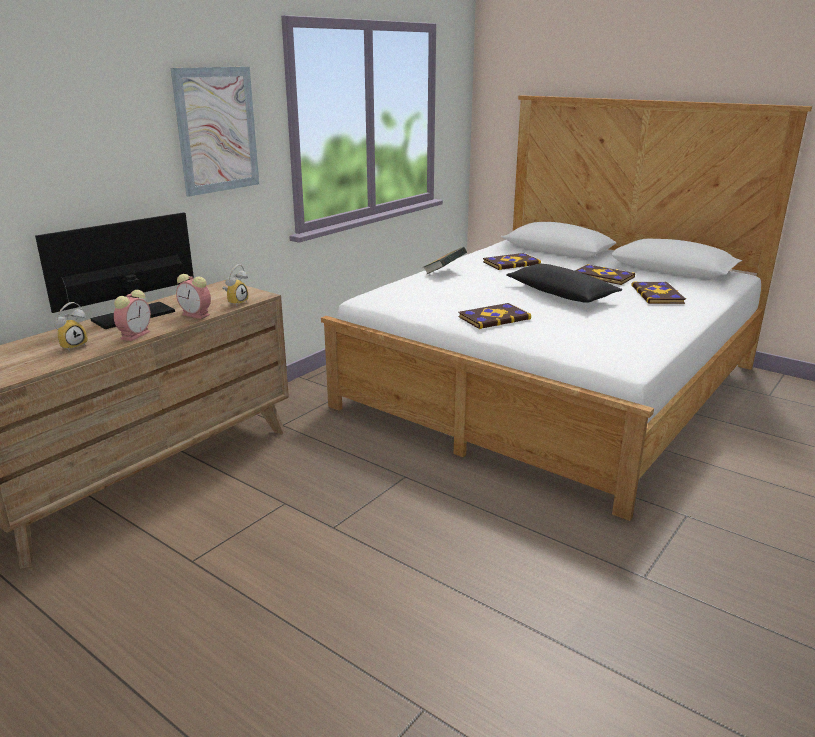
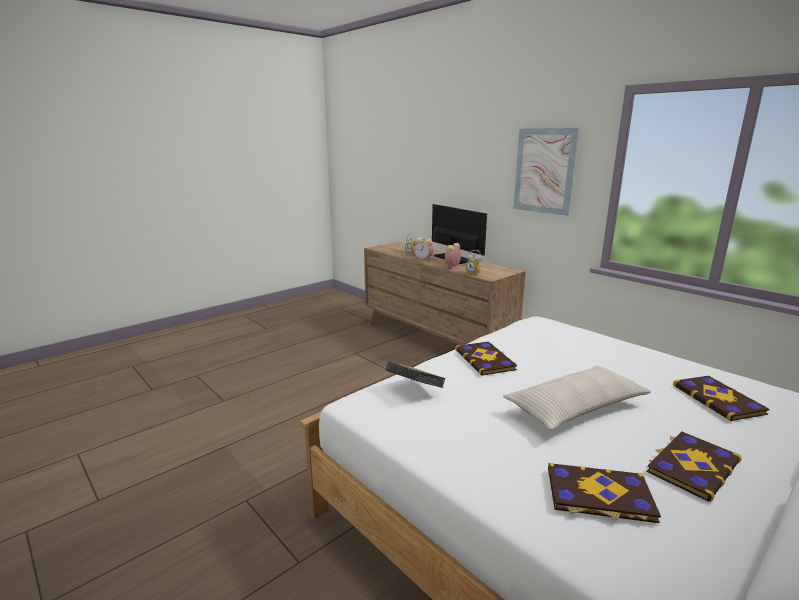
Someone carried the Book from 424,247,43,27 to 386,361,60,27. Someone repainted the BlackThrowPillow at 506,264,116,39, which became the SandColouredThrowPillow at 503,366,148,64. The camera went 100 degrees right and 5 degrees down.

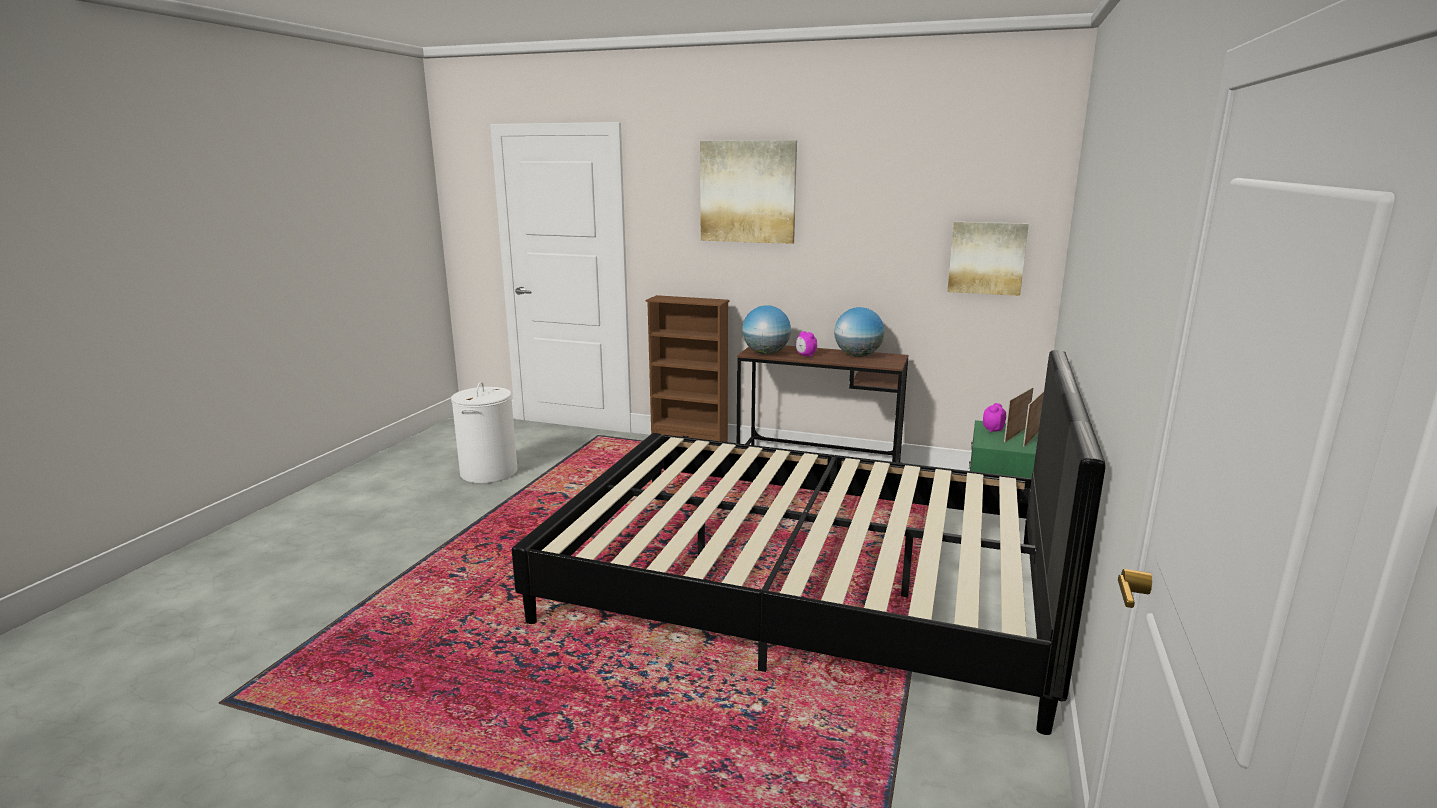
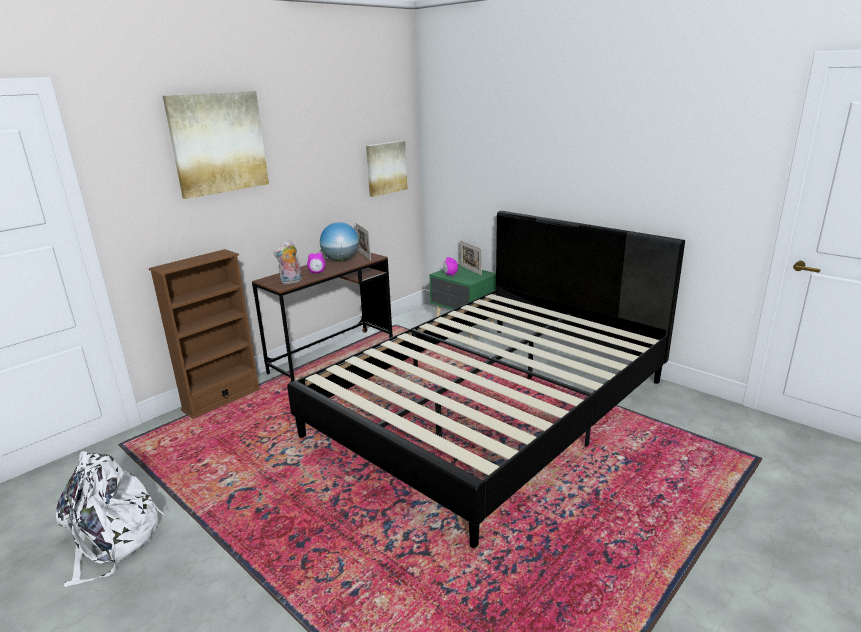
Someone swapped the WorldGlobe at 742,305,49,49 for the SoftToy at 273,240,29,45. Someone swapped the WhitishWashingBasket at 451,382,67,101 for the WhitishKnapsack at 56,451,108,136. Someone carried the StandingFrame from 1004,387,30,55 to 356,223,15,37. The camera went 65 degrees left and 5 degrees up.

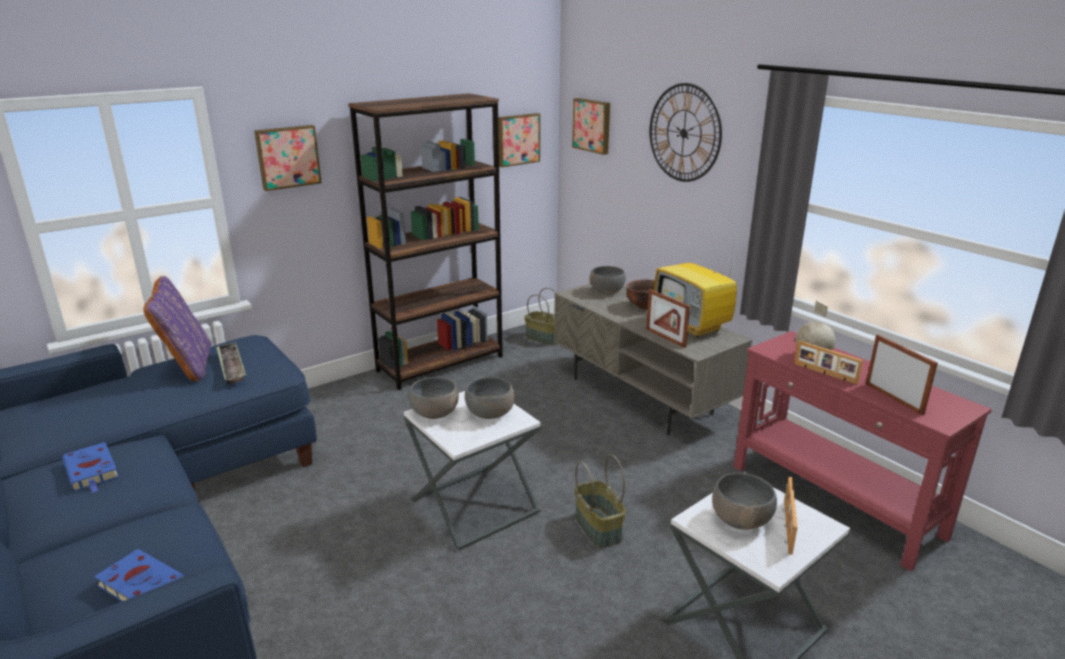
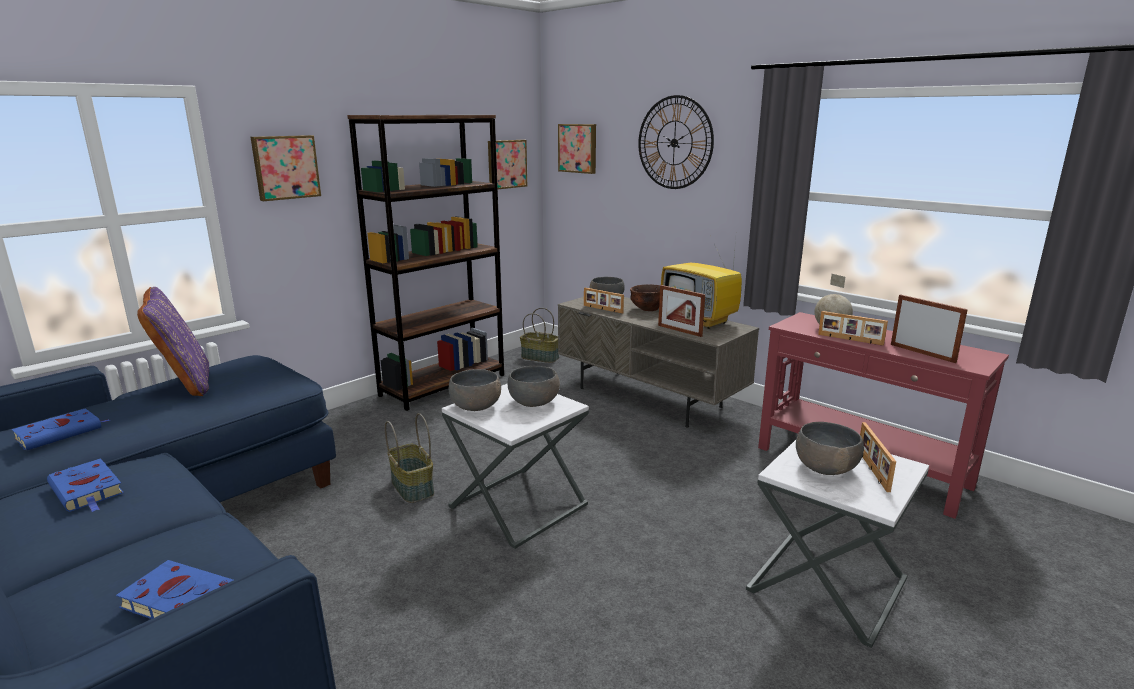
Someone took away the CarryingTray at 216,342,30,42. Someone carried the Basket from 575,454,51,94 to 385,413,49,90. Someone put down the StandingFrame at 584,288,40,26. Someone put down the BlueColouredBook at 12,408,99,43. The camera went 10 degrees left and 5 degrees down.

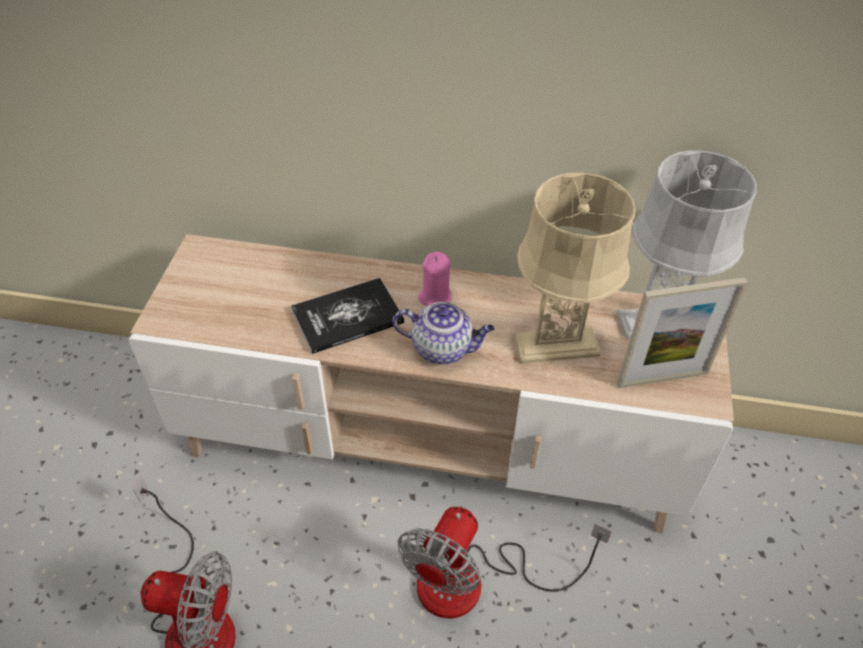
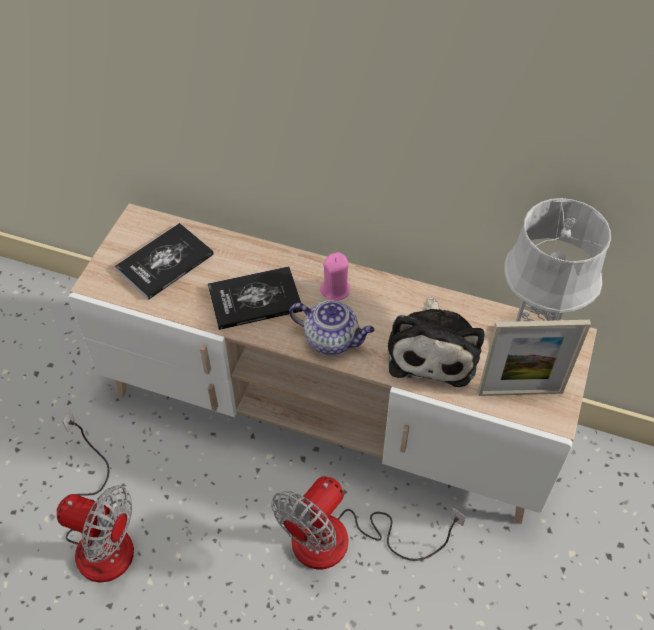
Someone swapped the SandColouredTabletopLamp at 514,172,122,191 for the SoftToy at 388,298,97,89. Someone put down the Book at 115,223,99,77. The camera went 10 degrees right and 5 degrees up.

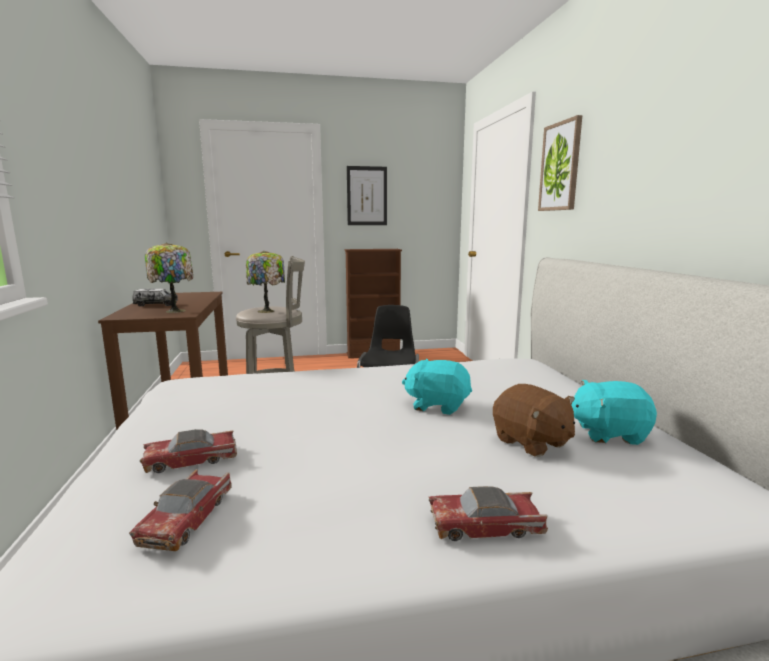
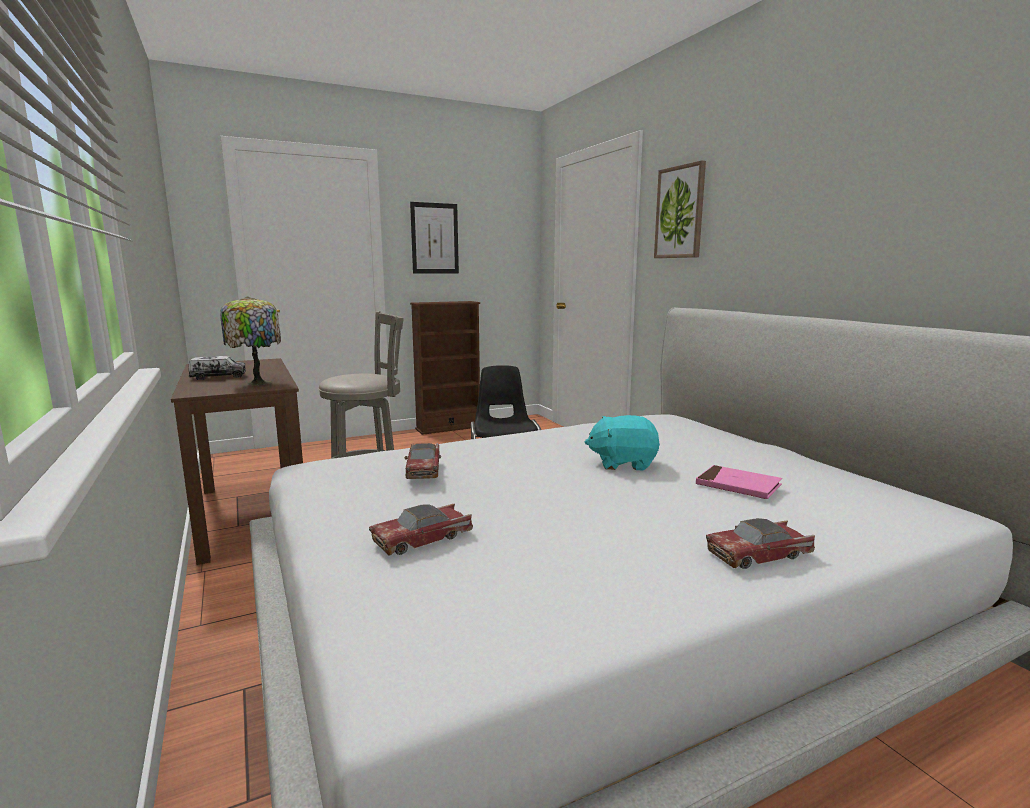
Someone took away the TabletopLamp at 246,250,39,63. Someone took away the TurquoiseSoftToy at 571,380,86,65. Someone swapped the BrownishSoftToy at 493,384,82,73 for the PinkishBook at 696,465,86,34. Someone carried the MiniatureCar from 129,469,102,82 to 404,443,37,36. The camera went 15 degrees left and 0 degrees up.

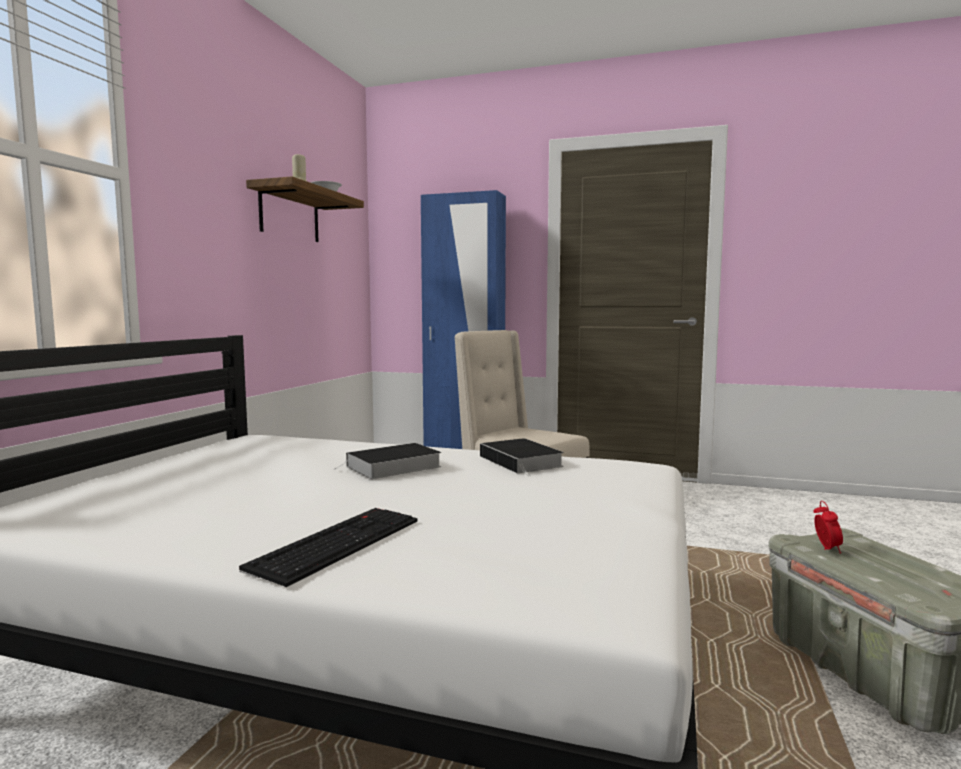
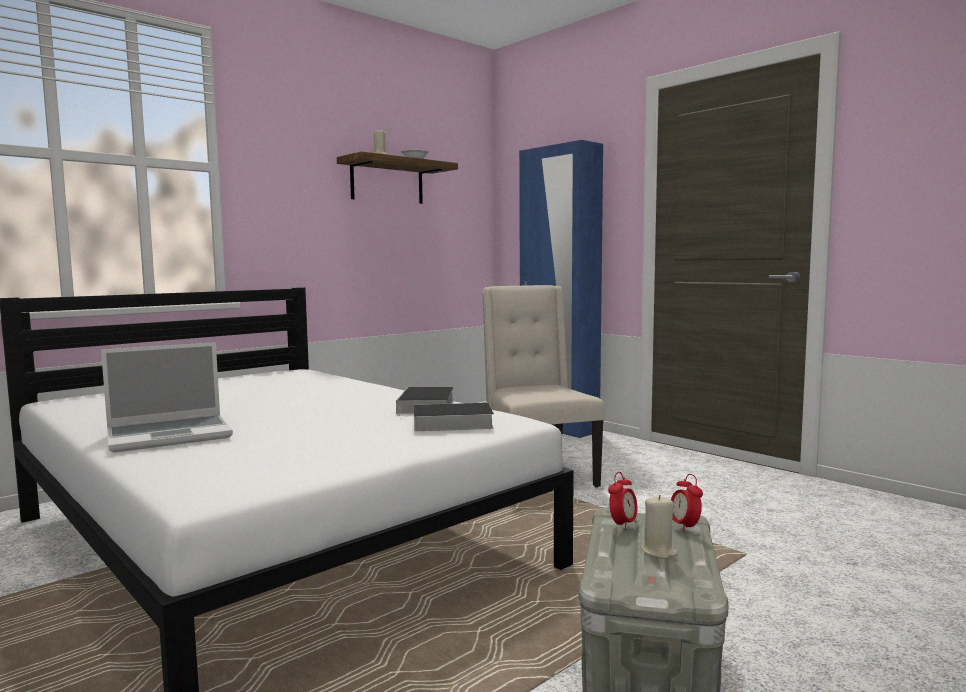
Someone carried the Book from 334,443,108,36 to 399,403,95,28. Someone swapped the ComputerKeyboard at 239,508,178,79 for the PortableComputer at 101,342,132,111. Someone put down the AlarmClock at 671,474,32,58. Someone put down the SandColouredWaxLight at 641,495,37,64. The camera went 30 degrees right and 0 degrees up.

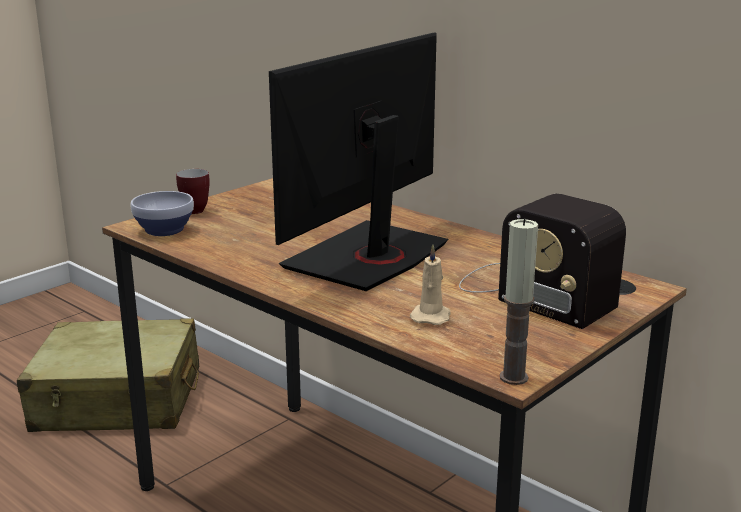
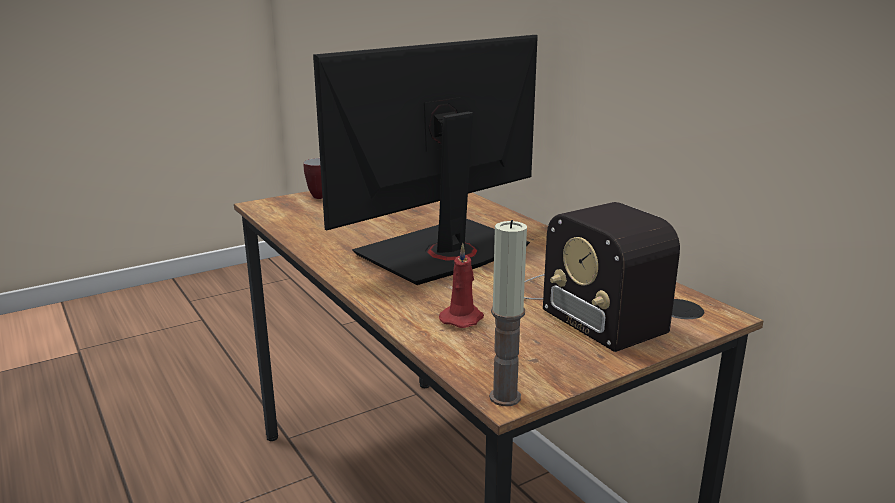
Someone took away the DeepDish at 131,191,63,45. Someone repainted the SandColouredWaxLight at 410,245,41,80, which became the ReddishWaxLight at 439,243,45,85. Someone took away the SandColouredPieceOfLuggage at 17,318,182,114. The camera went 15 degrees right and 0 degrees up.

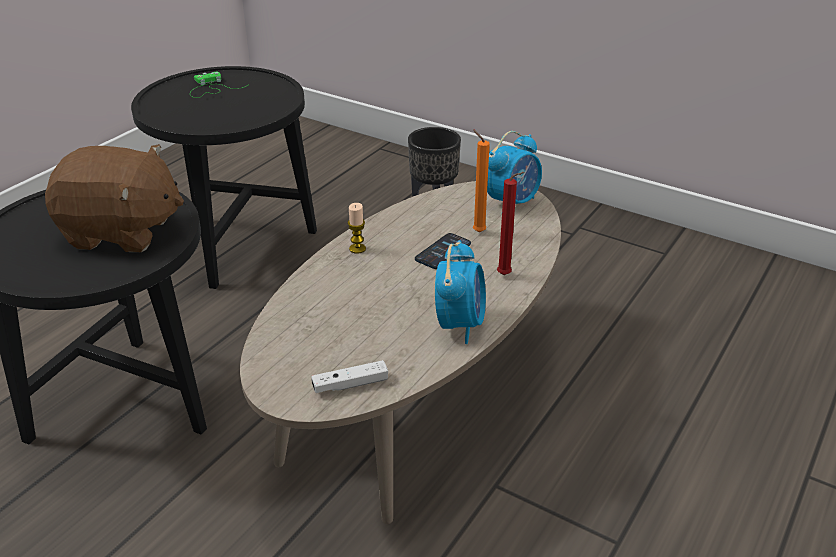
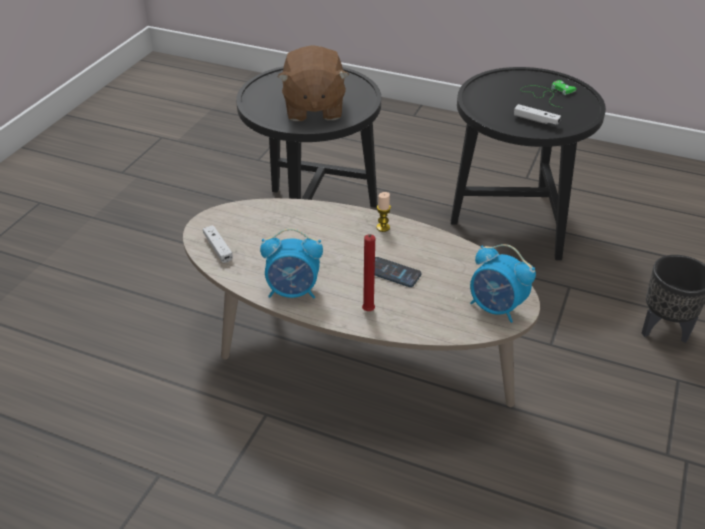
Someone took away the OrangeyWaxLight at 473,129,17,103. Someone put down the WhitishGamepad at 514,104,47,21. The camera went 80 degrees right and 5 degrees up.

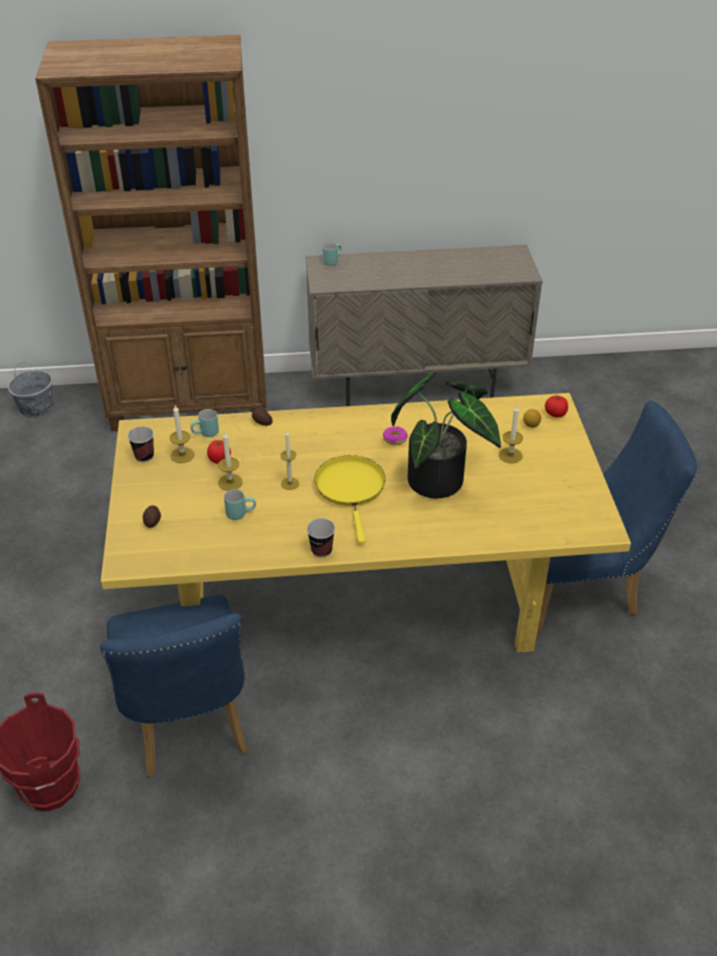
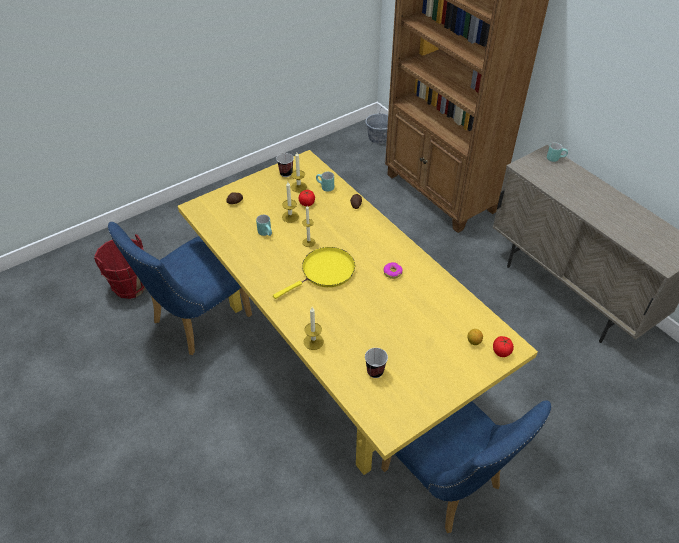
Someone took away the PottedPlant at 391,373,110,125. Someone carried the WaxLight from 499,406,24,57 to 304,307,20,43. Someone carried the Cup from 307,518,28,40 to 365,348,23,30. The camera went 60 degrees right and 5 degrees up.

